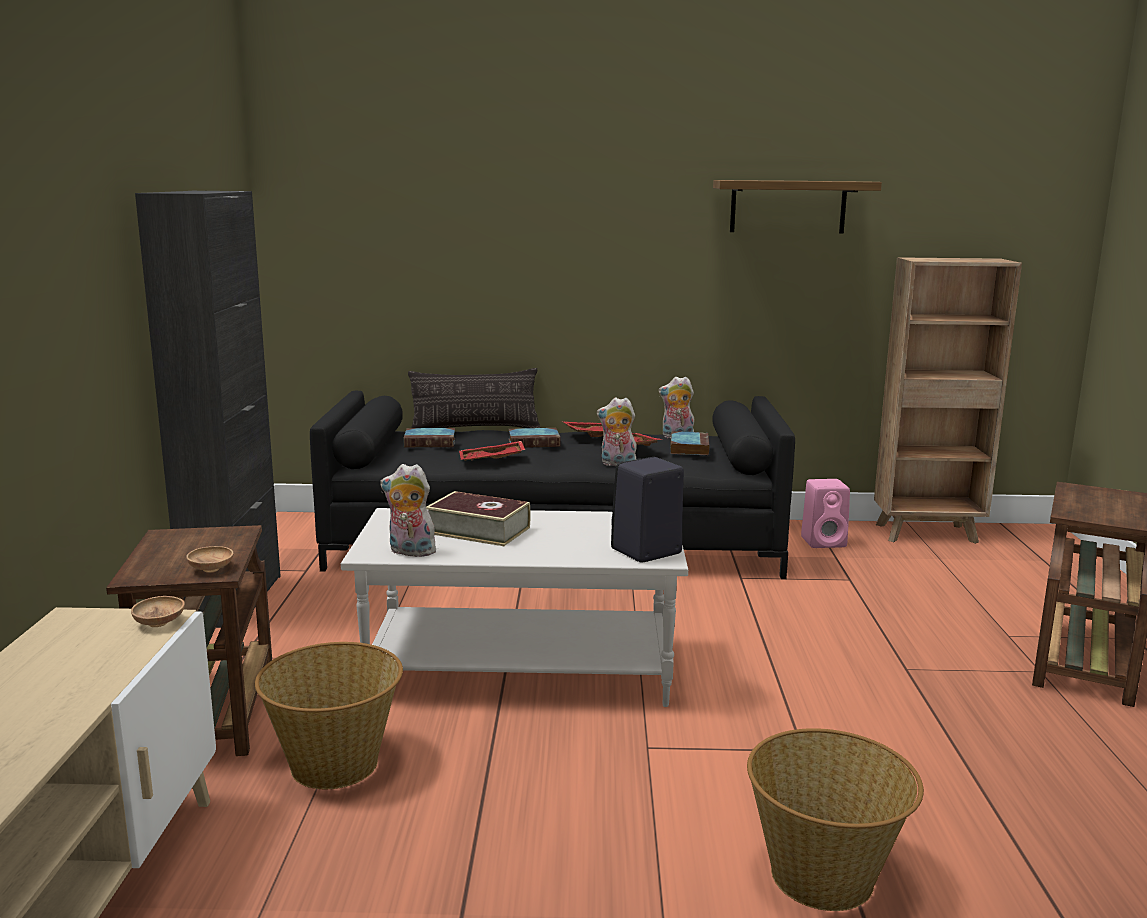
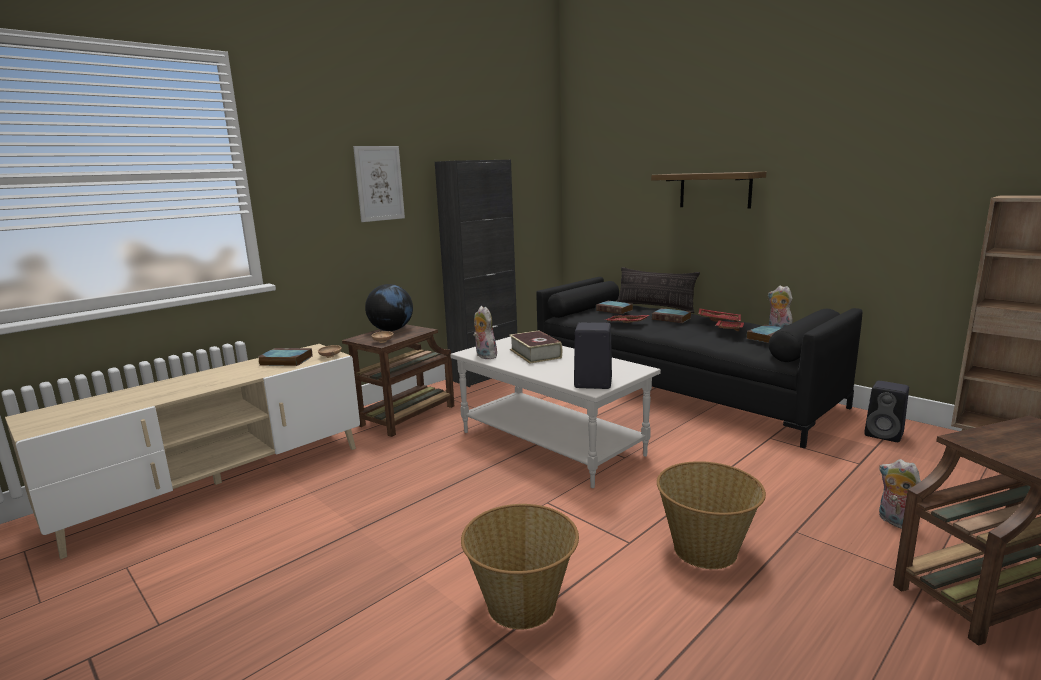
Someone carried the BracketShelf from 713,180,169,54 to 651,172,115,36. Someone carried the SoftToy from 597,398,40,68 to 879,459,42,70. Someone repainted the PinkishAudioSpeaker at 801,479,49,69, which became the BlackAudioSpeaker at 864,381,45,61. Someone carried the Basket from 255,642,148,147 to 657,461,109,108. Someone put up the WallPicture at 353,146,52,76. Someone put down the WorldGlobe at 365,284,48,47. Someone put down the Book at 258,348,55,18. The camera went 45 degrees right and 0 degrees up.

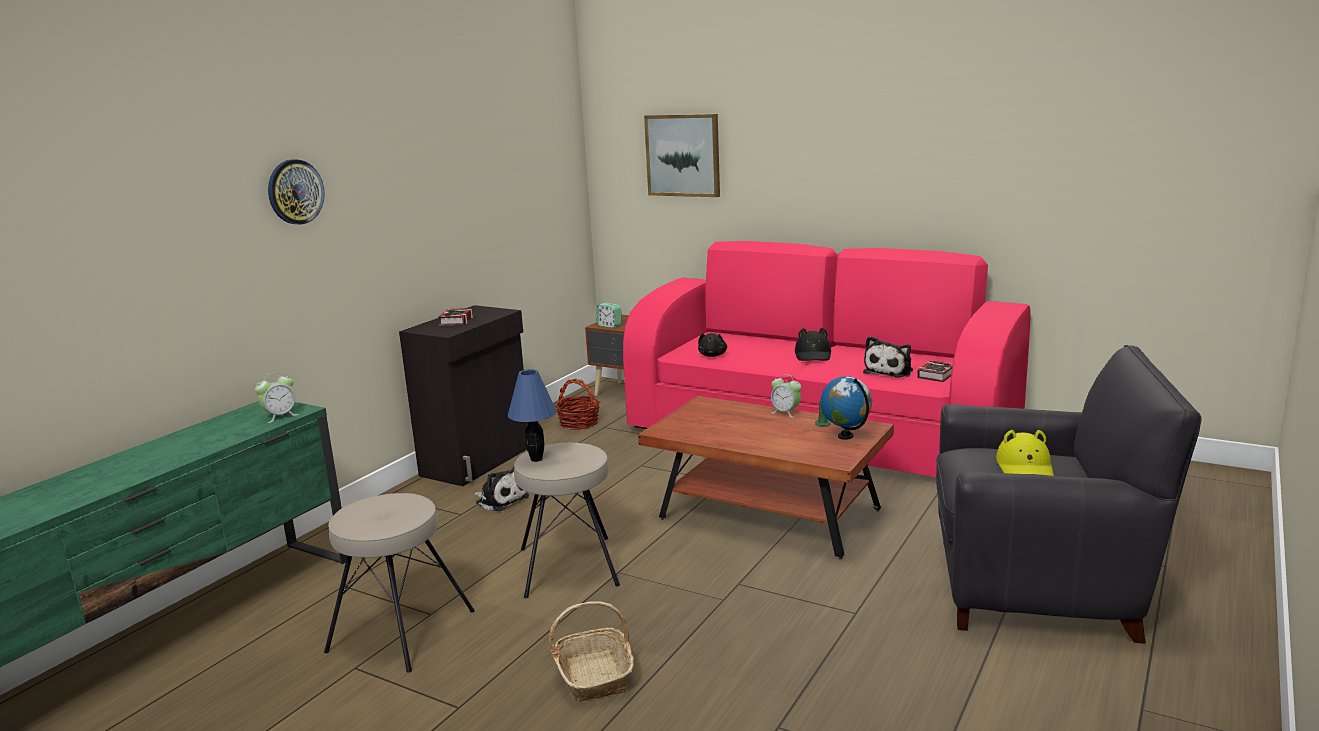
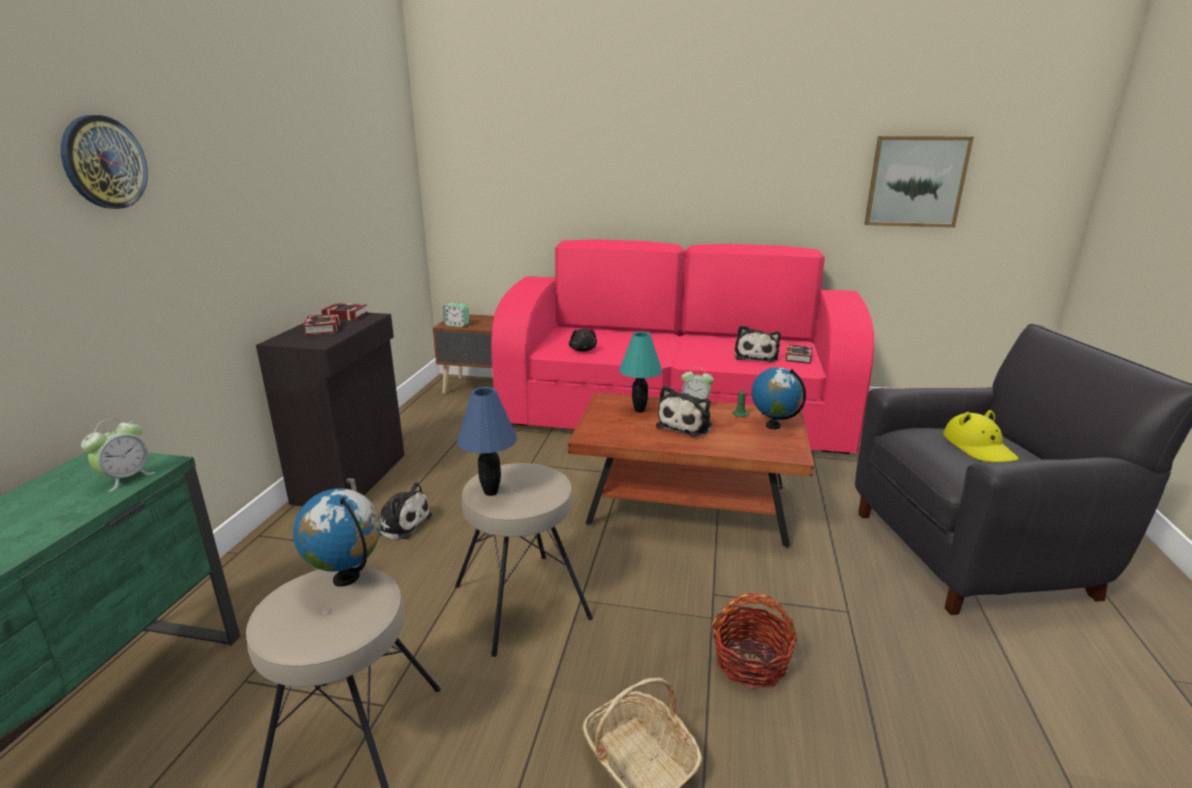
Someone carried the WallPicture from 644,114,76,83 to 865,136,109,92. Someone took away the BlackWearableHat at 795,328,36,33. Someone carried the Basket from 555,379,45,51 to 711,593,86,96. Someone put down the Book at 321,303,47,18. Someone put down the TurquoiseTabletopLamp at 619,332,43,81. Someone put down the SoftToy at 656,385,56,51. Someone put down the WorldGlobe at 293,488,88,99. The camera went 20 degrees left and 5 degrees up.

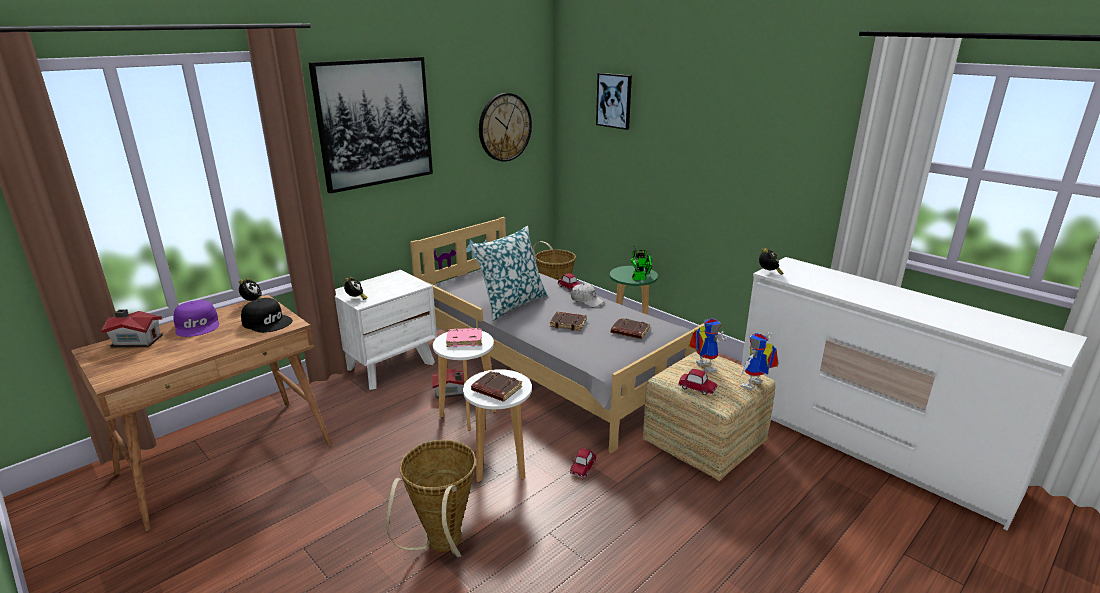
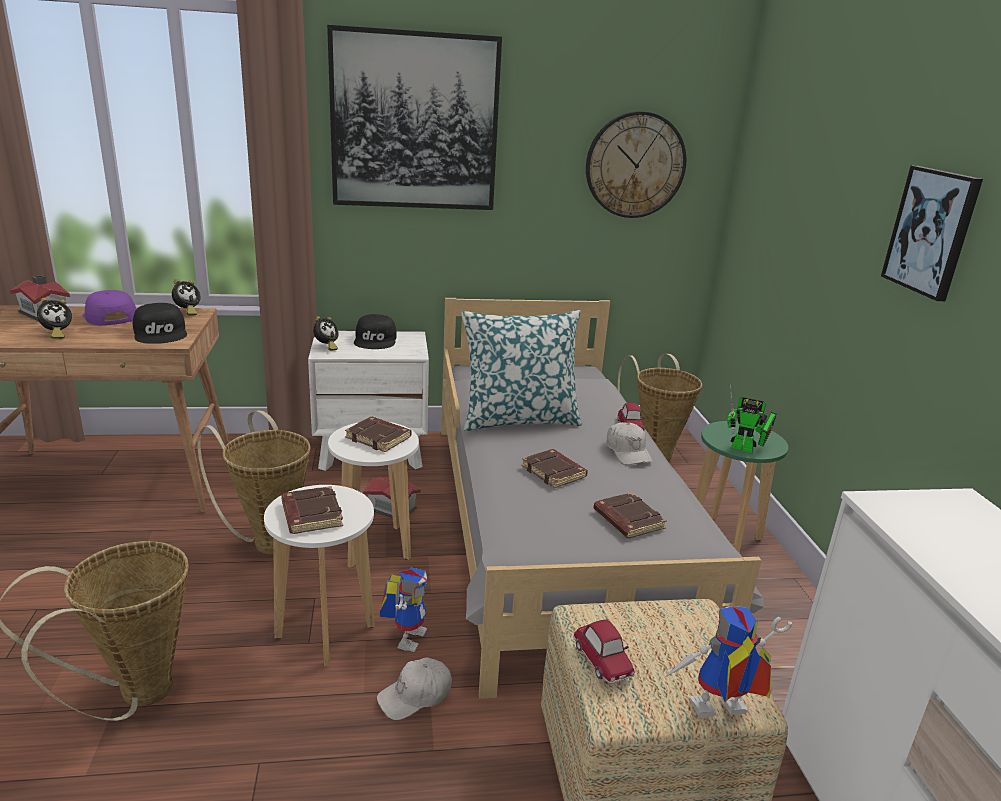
Someone carried the WallPicture from 596,73,36,57 to 881,166,102,135. Someone carried the AlarmClock from 759,248,24,27 to 37,298,35,41. Someone rotated the PurplishPeakedCap at 173,300,46,37 by 135 degrees clockwise. Someone carried the ModelRobot from 688,318,39,55 to 380,567,47,85. Someone repainted the PinkishBook at 446,328,36,19, which became the BrownishBook at 345,417,66,35. Someone swapped the MiniatureCar at 570,448,26,30 for the WhitishPeakedCap at 377,657,75,63. Someone put down the BlackPeakedCap at 354,314,43,35. Someone put down the Basket at 197,410,113,145. The camera went 35 degrees right and 0 degrees up.

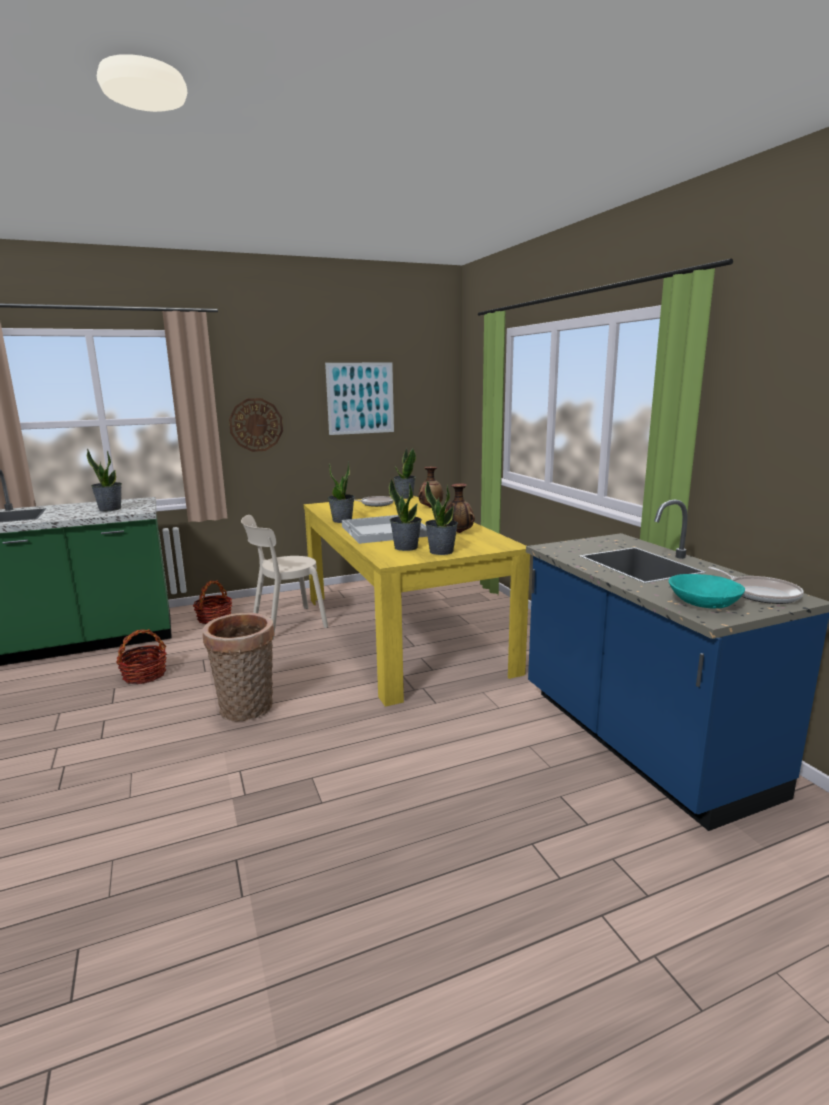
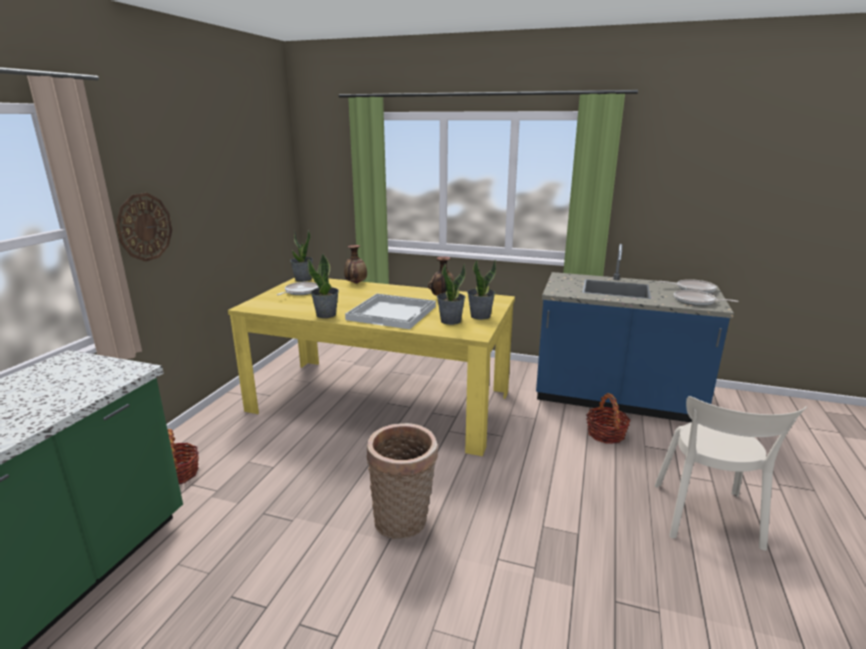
Someone took away the WallPicture at 325,362,69,73. Someone took away the PottedPlant at 87,449,35,62. Someone carried the SandColouredUprightChair from 241,515,87,124 to 654,396,153,155. Someone swapped the TurquoiseDeepDish at 669,574,76,35 for the Skillet at 674,290,65,16. Someone carried the Basket from 116,629,51,55 to 586,393,45,51. The camera went 50 degrees left and 5 degrees up.

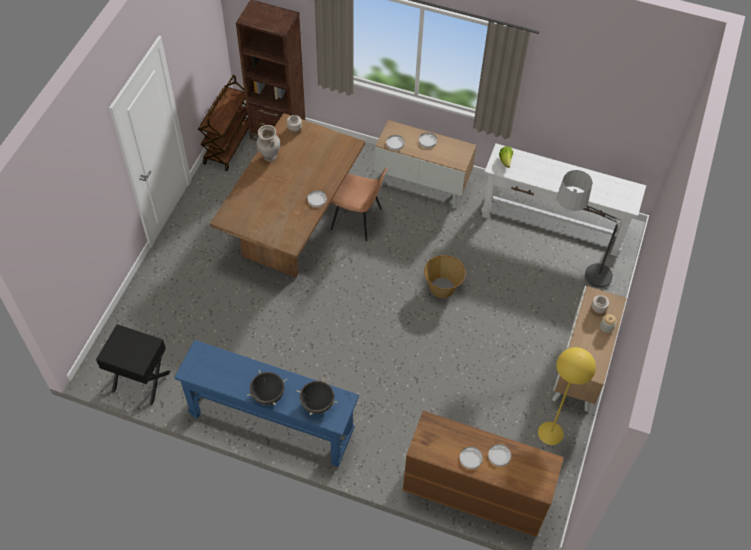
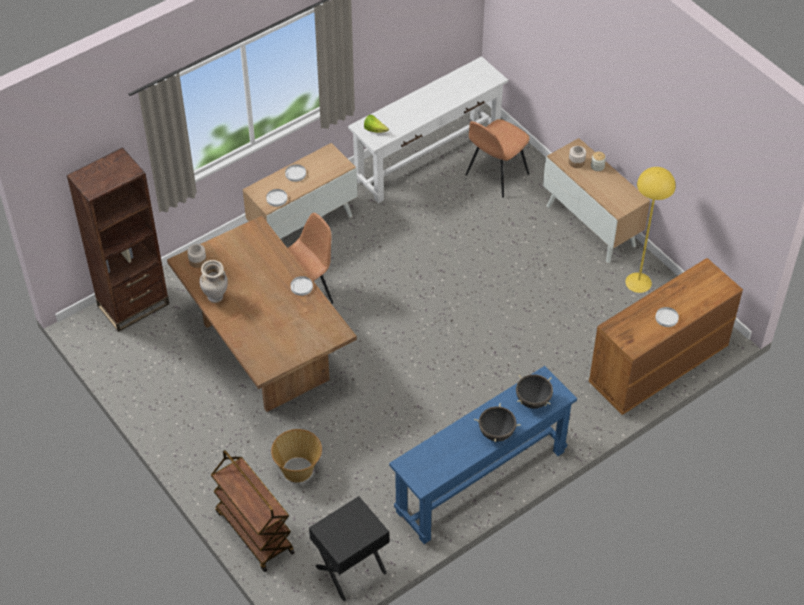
Someone carried the BrownishTrolley from 198,75,51,96 to 211,450,84,122. Someone swapped the StandingLamp at 557,170,64,119 for the BrownishUprightChair at 465,119,65,79. Someone carried the Basket from 424,255,42,43 to 271,429,51,53. Someone took away the WhitishDinnerPlate at 488,444,23,23. The camera went 55 degrees left and 5 degrees down.

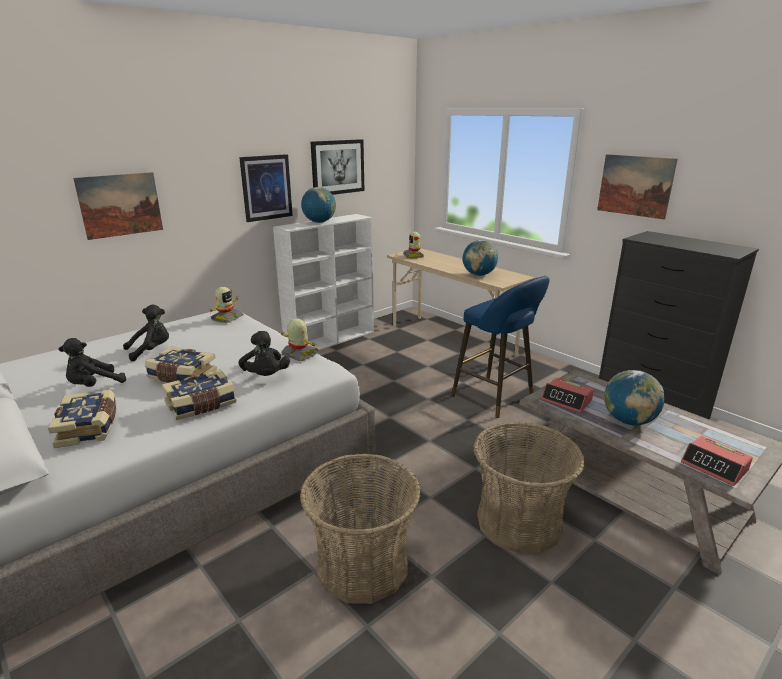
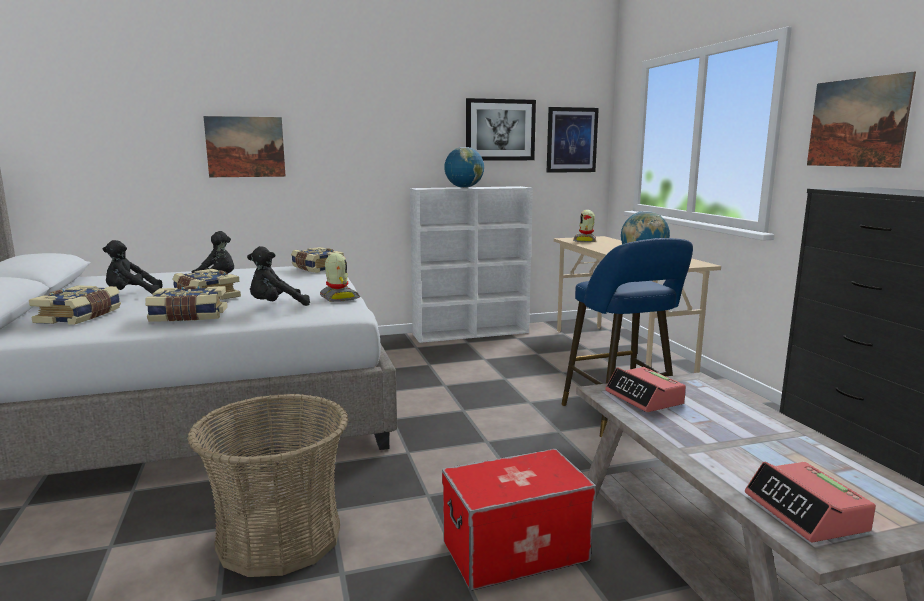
Someone carried the WallPicture from 239,154,54,68 to 547,107,52,66. Someone swapped the ModelRobot at 210,287,34,36 for the Book at 291,247,53,26. Someone rotated the BlackSoftToy at 239,331,51,45 by 60 degrees clockwise. Someone took away the WorldGlobe at 604,370,61,55. Someone swapped the Basket at 473,422,112,131 for the StorageBin at 442,449,154,142. The camera went 25 degrees right and 10 degrees down.

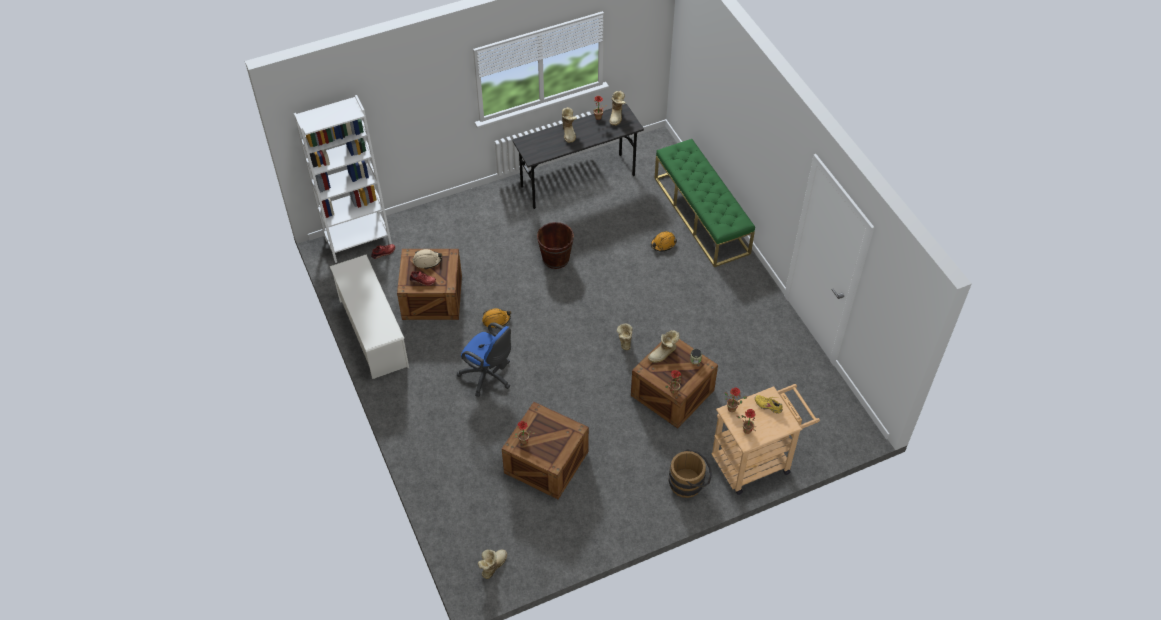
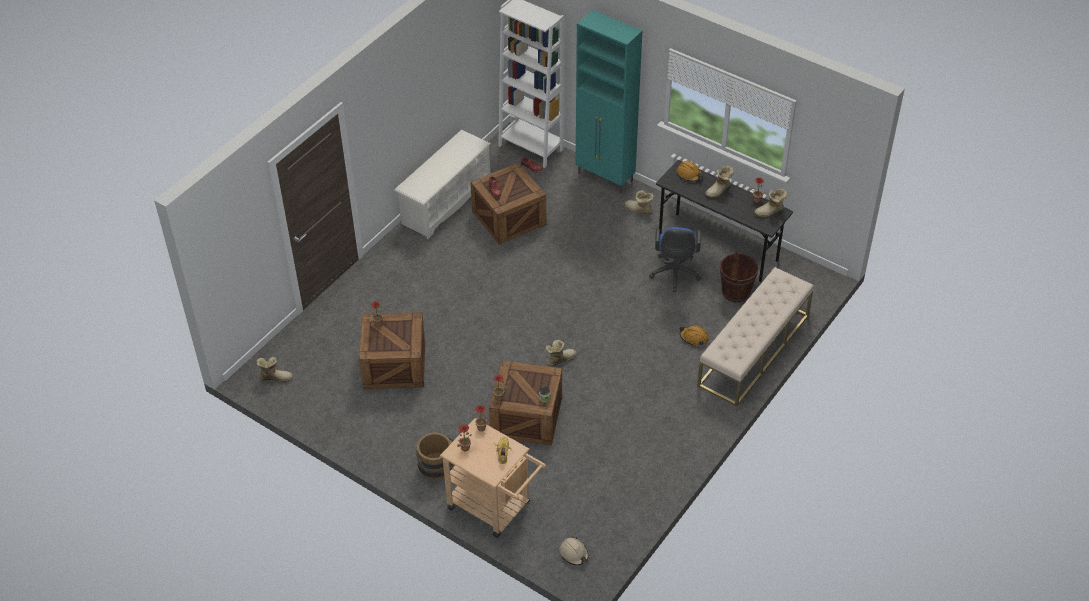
Someone repainted the GreenIndoorBench at 654,139,101,128, which became the SandColouredIndoorBench at 697,267,117,139. Someone carried the BrownishWaterBucket from 537,222,37,47 to 720,252,38,50. Someone carried the SandColouredHardHat from 413,249,29,20 to 560,536,29,29. Someone carried the OrangeyHardHat from 482,308,29,20 to 677,161,26,21. Someone carried the BlueColouredDeskChair from 457,323,54,74 to 649,227,52,65. Someone carried the Boot from 648,330,32,33 to 624,190,30,23. Someone put down the TurquoiseCupboard at 576,10,67,184. The camera went 60 degrees right and 5 degrees down.

